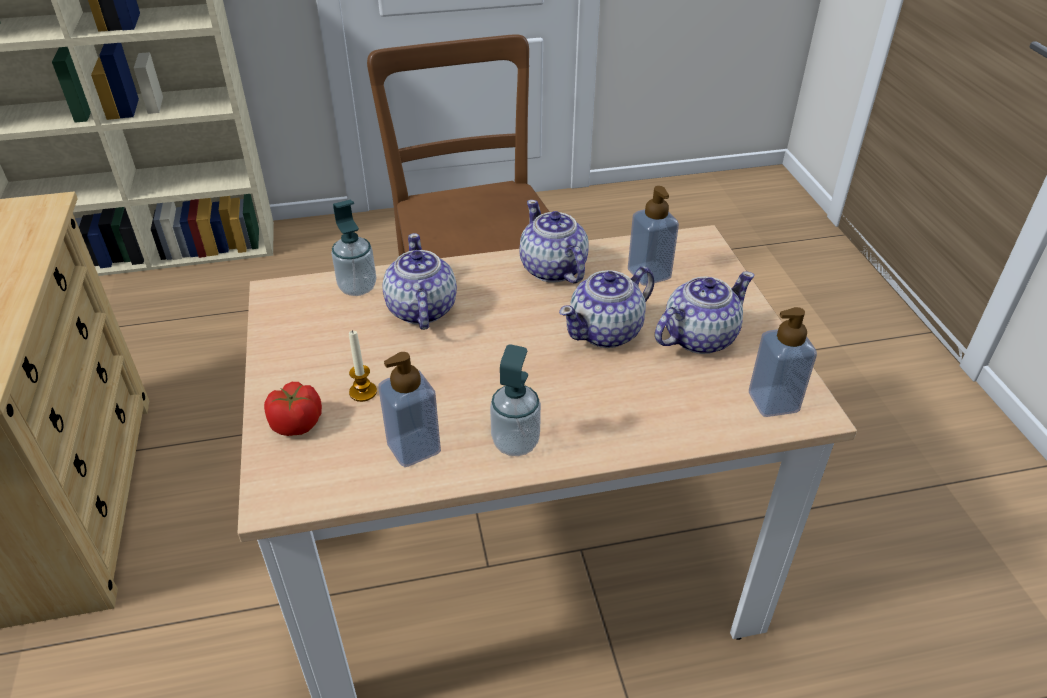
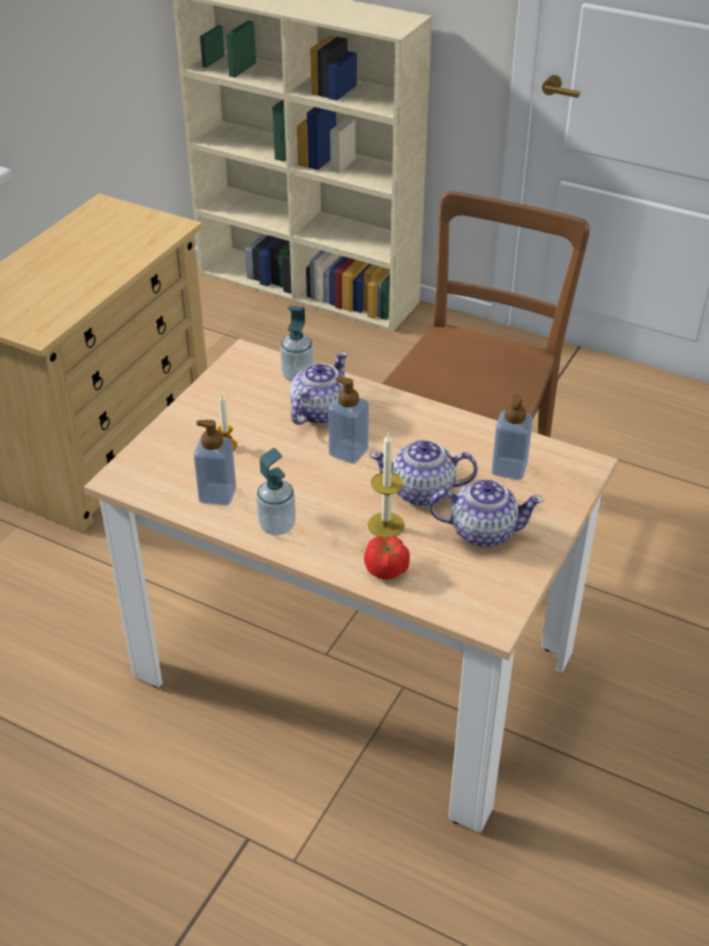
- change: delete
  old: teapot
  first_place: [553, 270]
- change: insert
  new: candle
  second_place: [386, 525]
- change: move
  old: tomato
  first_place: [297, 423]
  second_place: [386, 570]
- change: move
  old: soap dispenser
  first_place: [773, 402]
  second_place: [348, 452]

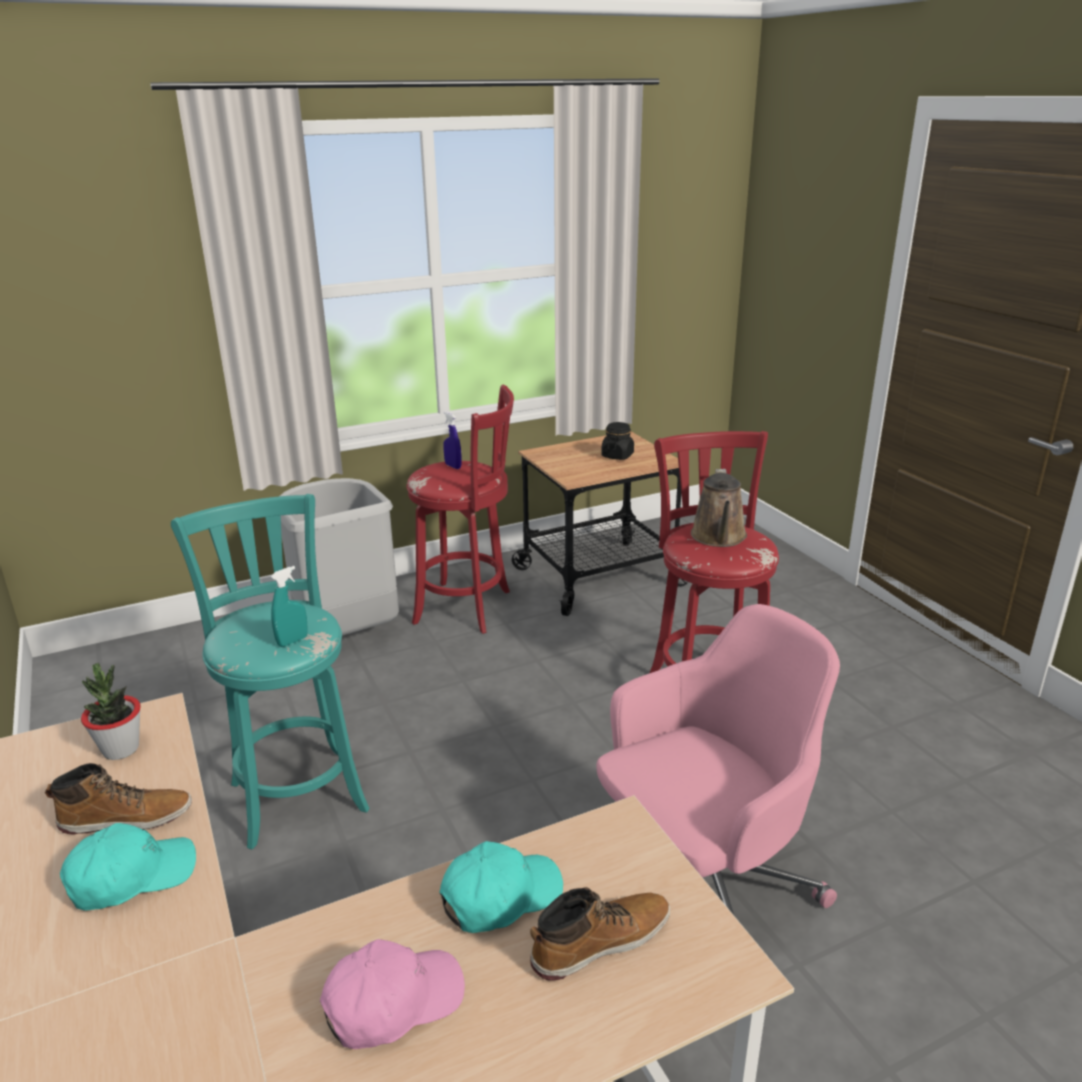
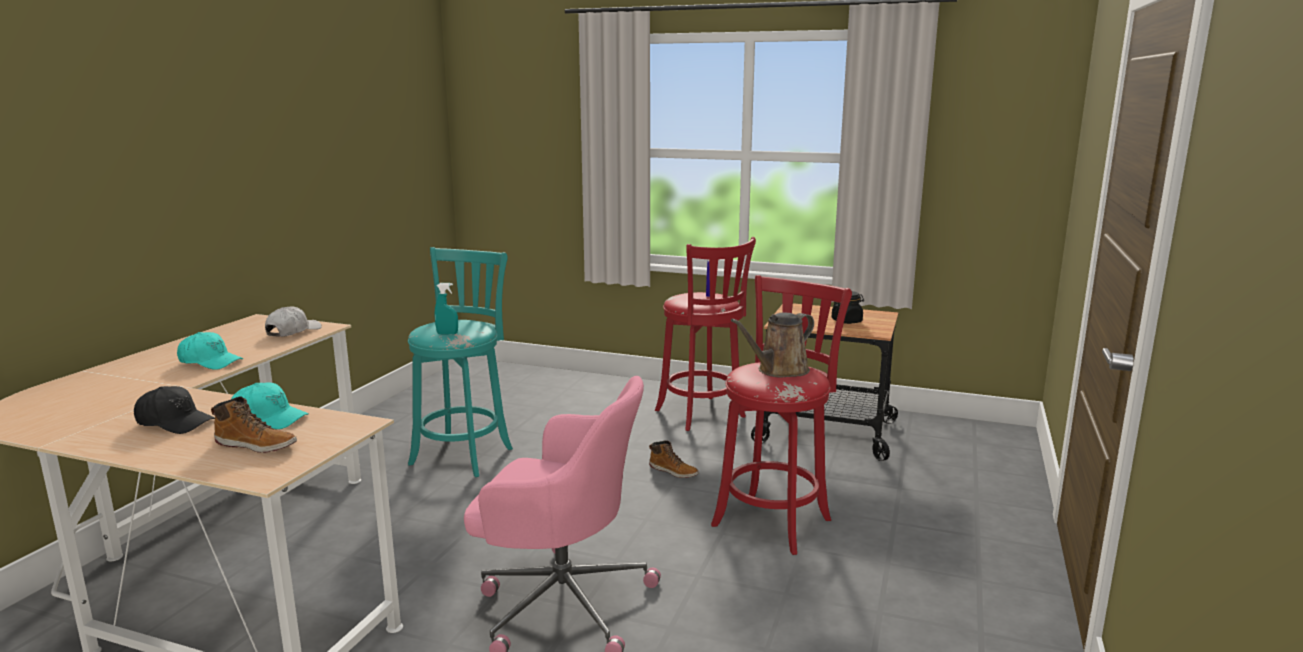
- change: delete
  old: grey trash can
  first_place: [346, 636]
- change: move
  old: boot
  first_place: [127, 817]
  second_place: [674, 471]
- change: replace
  old: potted plant
  new: white cap
  first_place: [121, 749]
  second_place: [293, 331]
- change: recolor
  old: pink cap
  new: black cap
  first_place: [393, 1002]
  second_place: [175, 422]

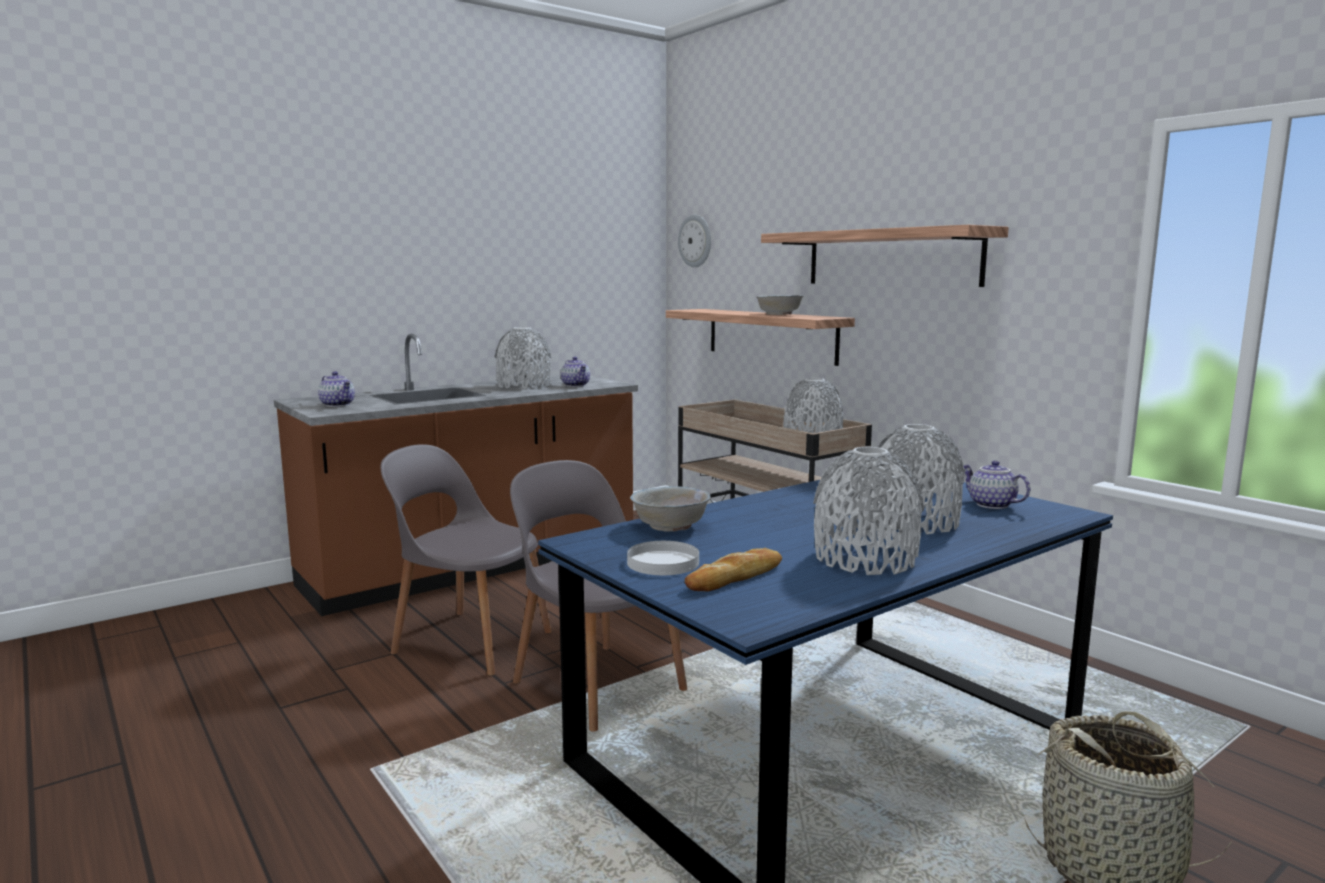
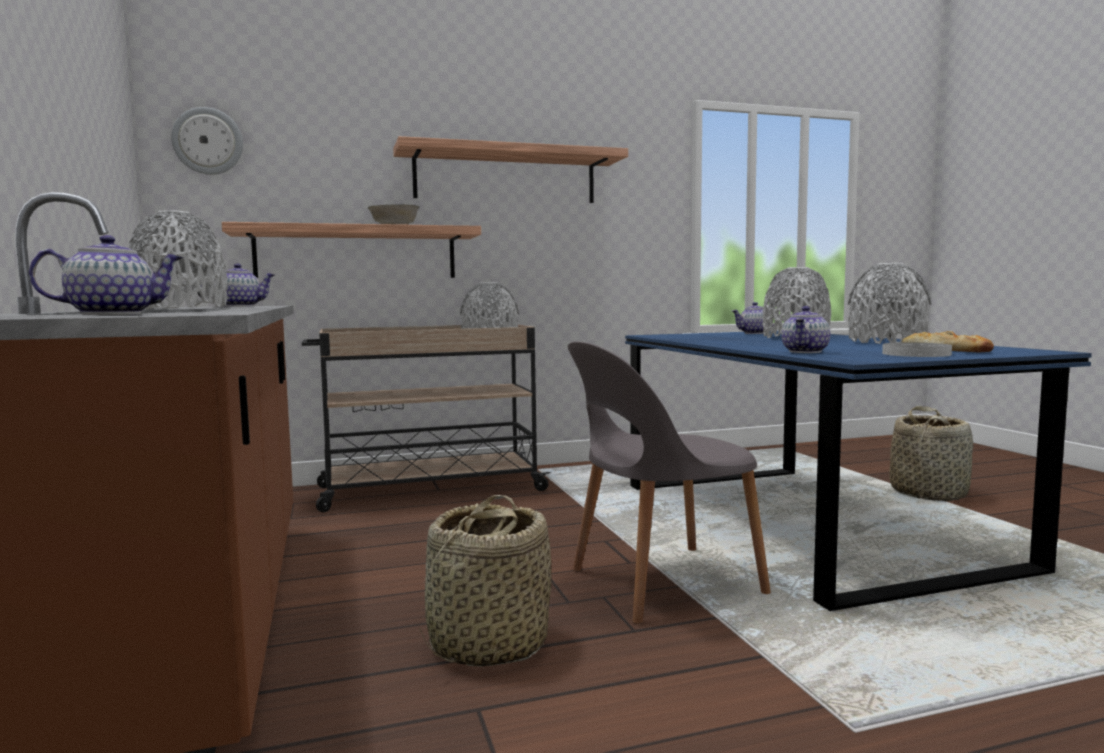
- change: replace
  old: grey chair
  new: basket
  first_place: [469, 641]
  second_place: [487, 644]
- change: replace
  old: white bowl
  new: teapot
  first_place: [671, 526]
  second_place: [806, 352]

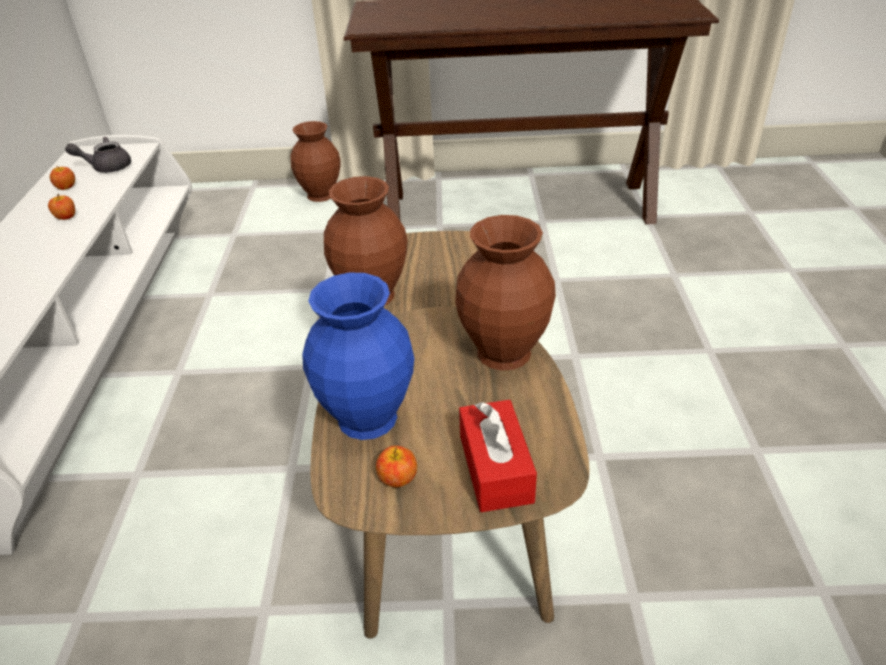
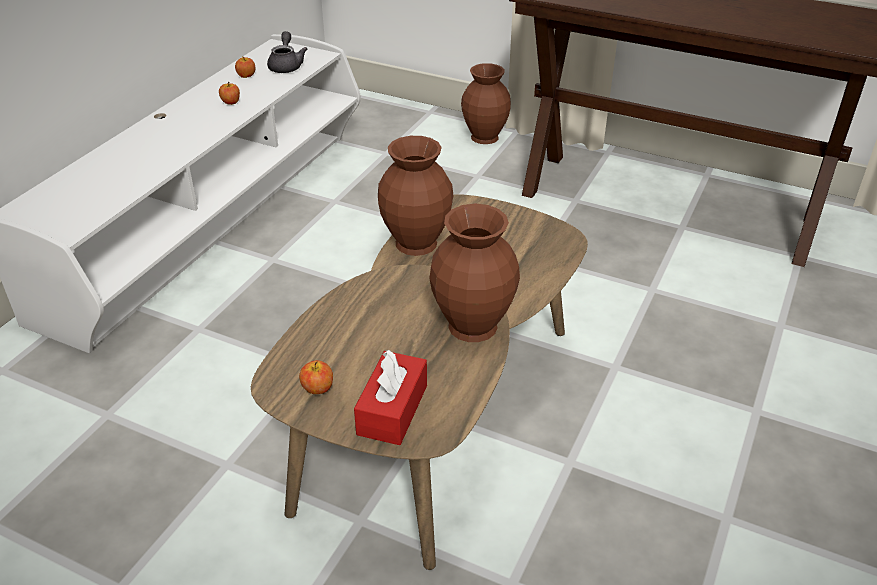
- change: delete
  old: blue vase
  first_place: [369, 419]
- change: rotate
  old: grey teapot
  first_place: [107, 167]
  second_place: [286, 66]
  degrees: 75

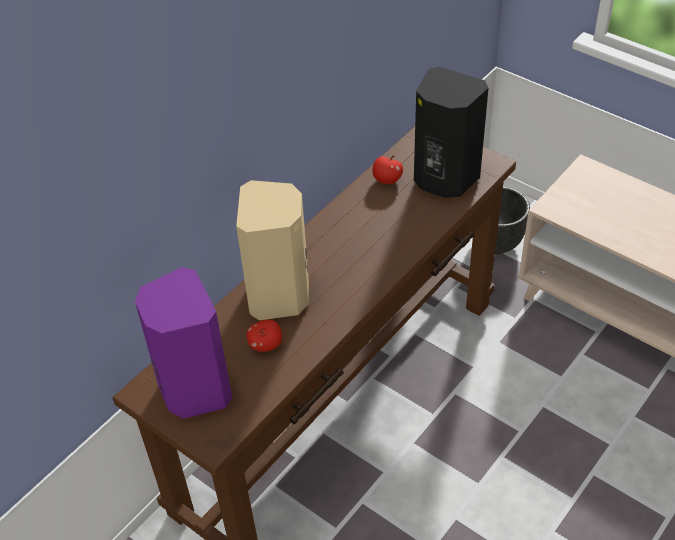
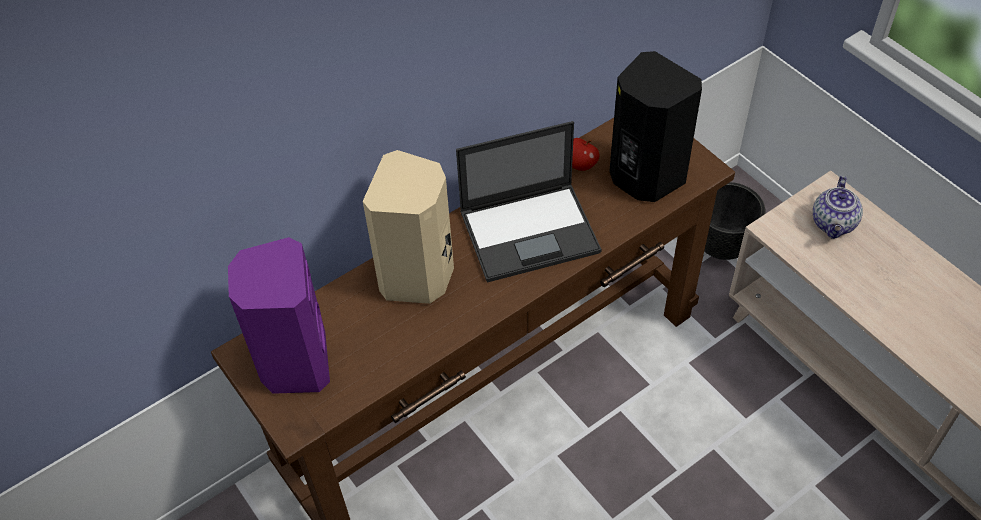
- change: delete
  old: apple
  first_place: [266, 345]
- change: insert
  new: laptop
  second_place: [531, 231]
- change: insert
  new: teapot
  second_place: [833, 224]

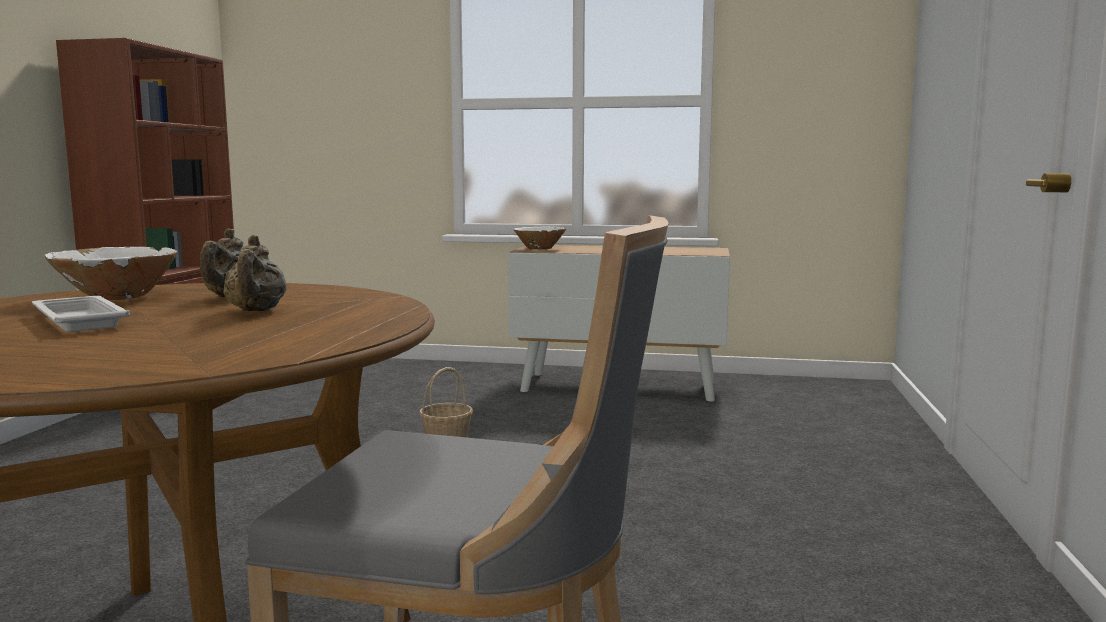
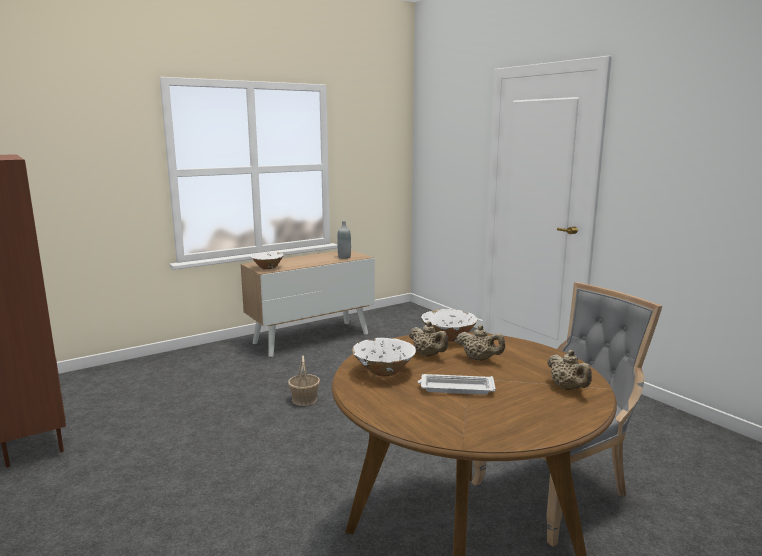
- change: insert
  new: grey bottle
  second_place: [344, 257]
- change: insert
  new: white bowl
  second_place: [448, 337]
- change: insert
  new: beige teapot
  second_place: [568, 388]

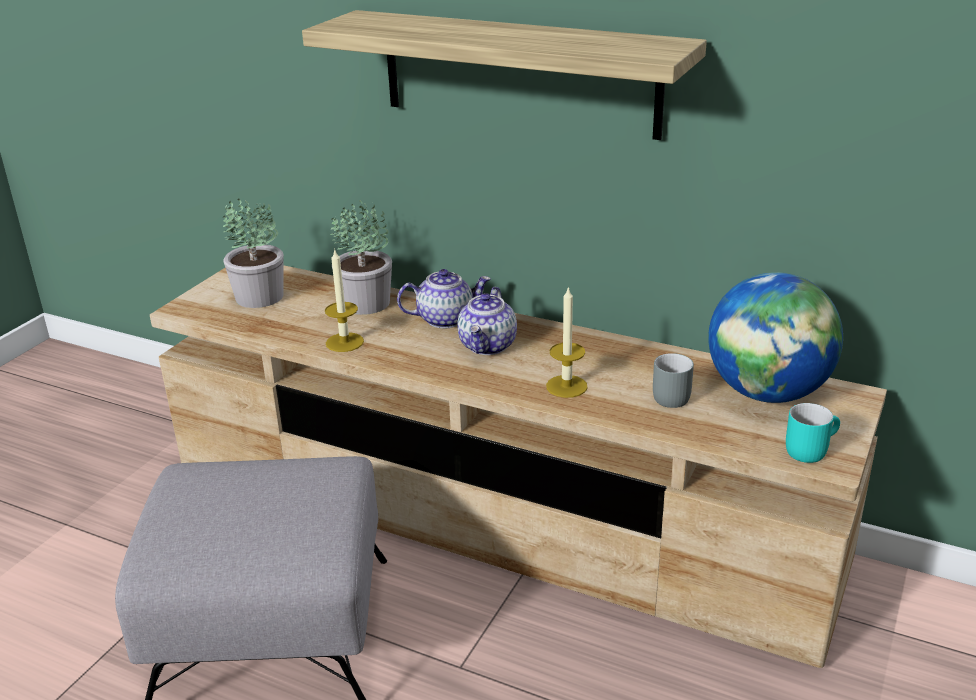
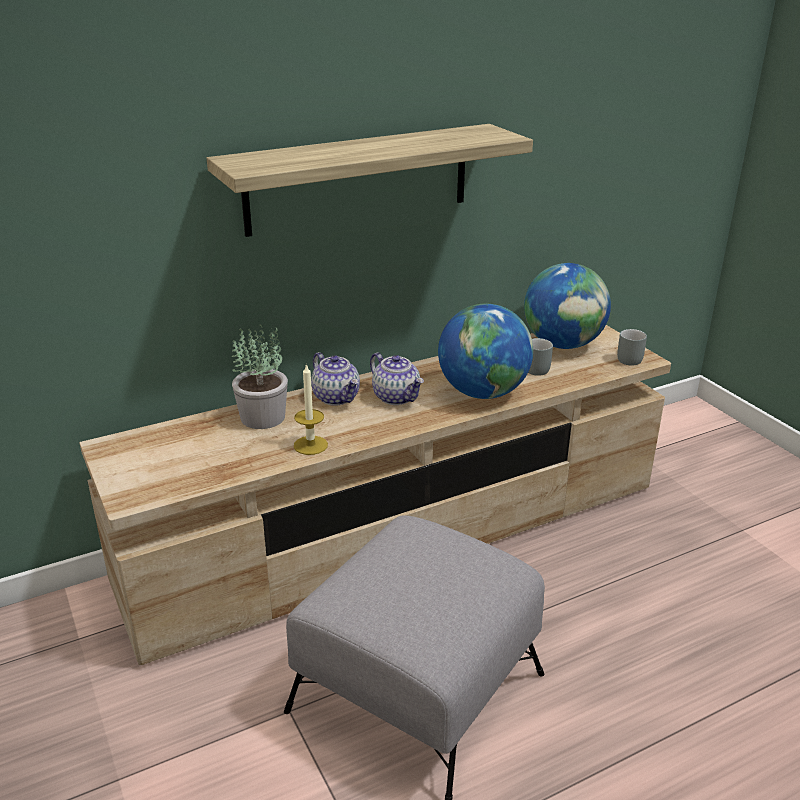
- change: delete
  old: potted plant
  first_place: [259, 297]
- change: replace
  old: candle
  new: globe
  first_place: [566, 386]
  second_place: [482, 392]
- change: recolor
  old: turquoise mug
  new: grey mug
  first_place: [808, 449]
  second_place: [627, 358]
- change: rotate
  old: teapot
  first_place: [446, 319]
  second_place: [337, 397]
  degrees: 120

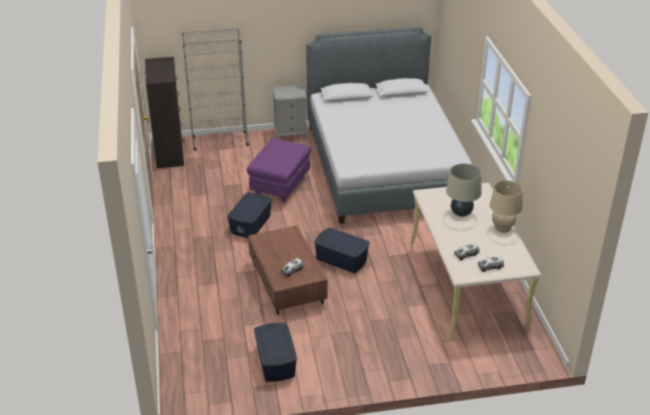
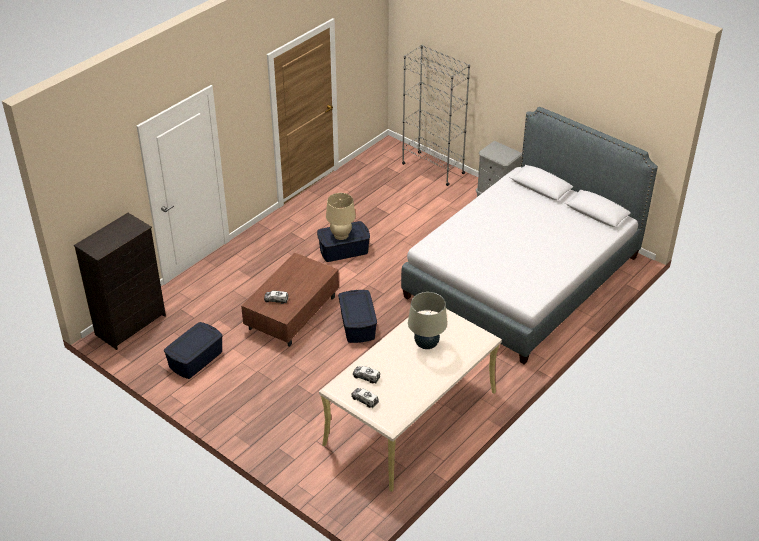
- change: delete
  old: purple ottoman
  first_place: [280, 186]
- change: move
  old: black dresser
  first_place: [170, 153]
  second_place: [131, 325]
- change: move
  old: beige table lamp
  first_place: [502, 227]
  second_place: [341, 235]

